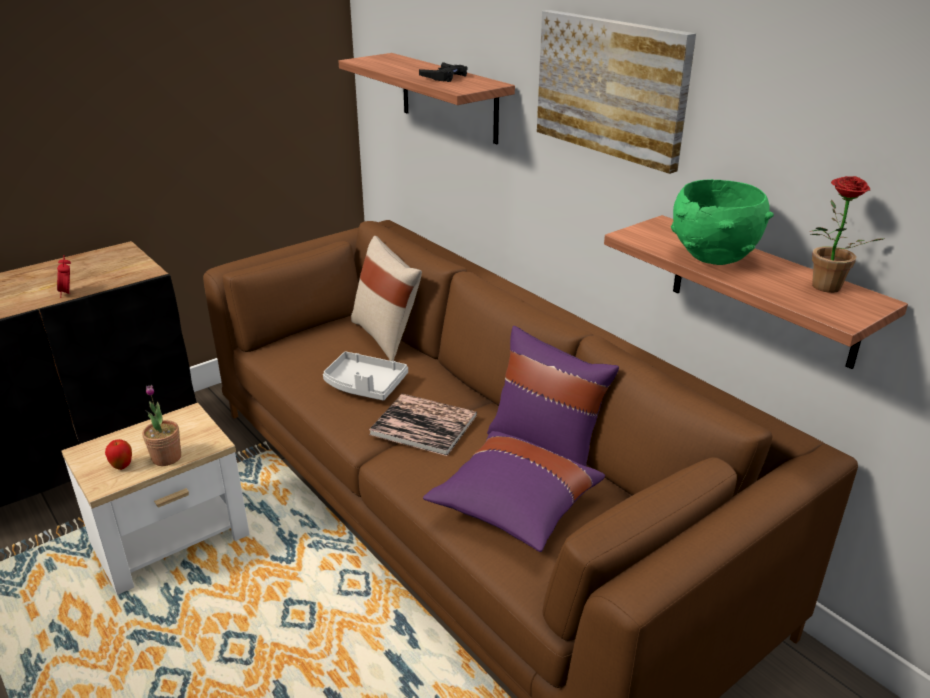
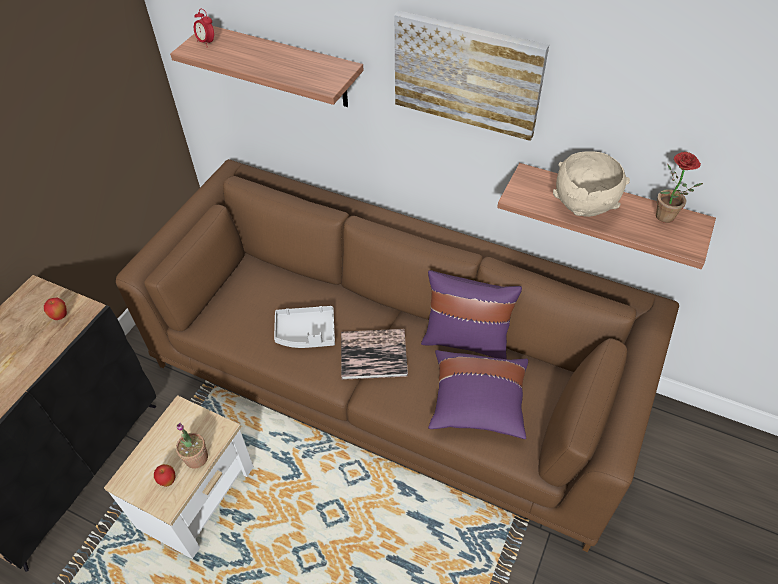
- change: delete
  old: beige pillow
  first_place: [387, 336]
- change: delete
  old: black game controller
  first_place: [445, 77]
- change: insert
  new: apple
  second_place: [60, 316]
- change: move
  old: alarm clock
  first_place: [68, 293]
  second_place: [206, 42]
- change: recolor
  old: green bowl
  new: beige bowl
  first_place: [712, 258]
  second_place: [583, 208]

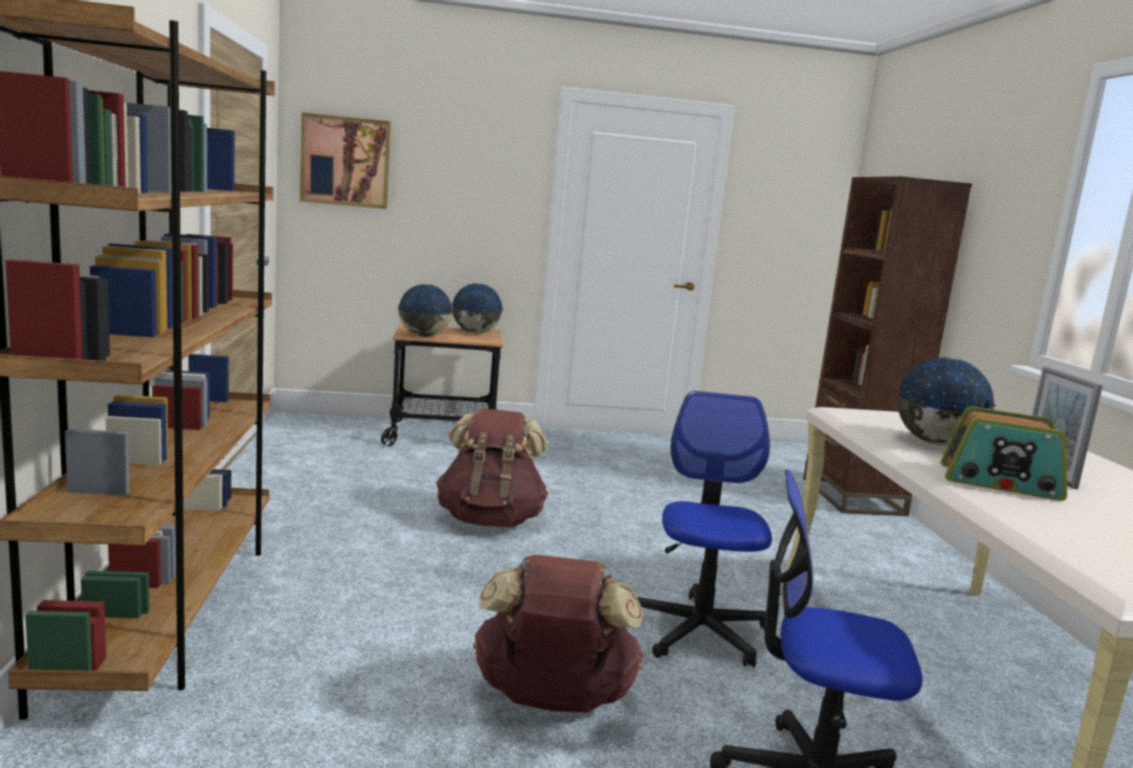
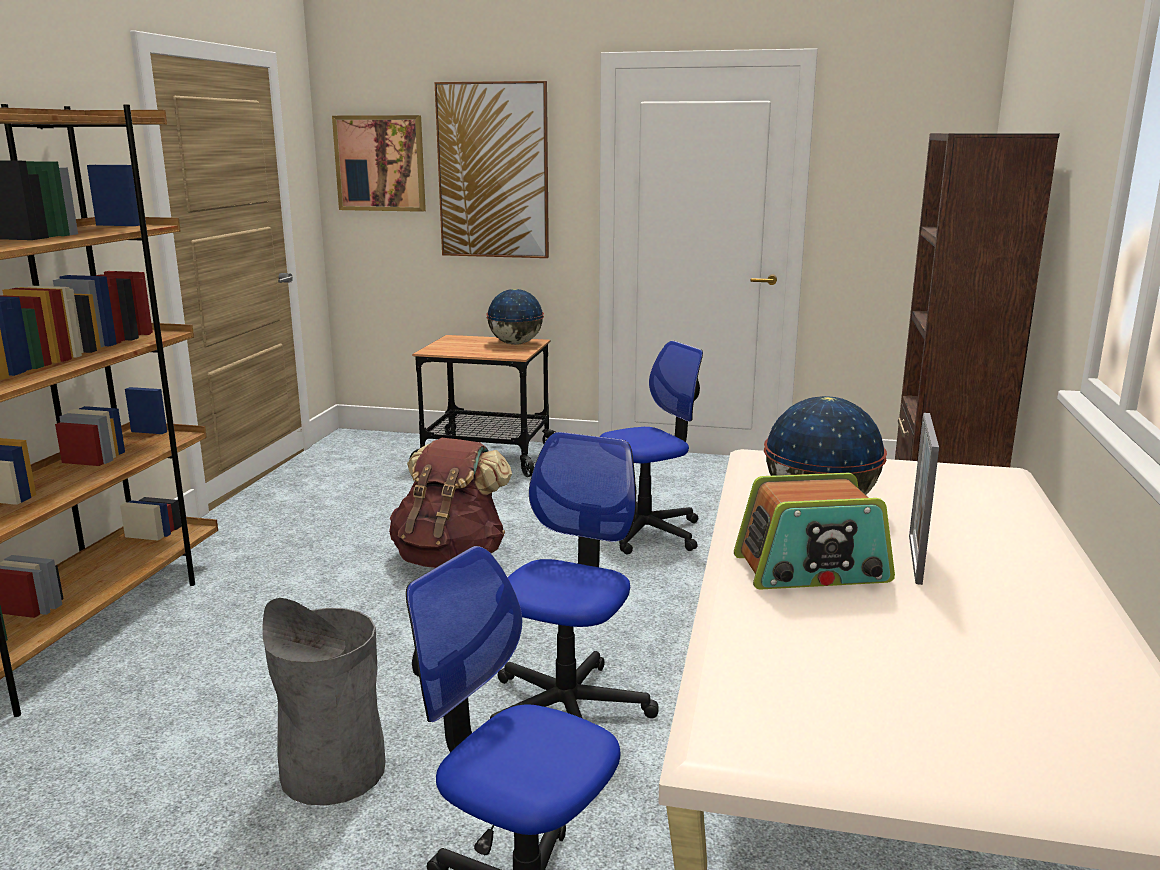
- change: delete
  old: globe
  first_place: [424, 336]
- change: insert
  new: picture
  second_place: [493, 171]
- change: insert
  new: office chair
  second_place: [646, 532]
- change: replace
  old: brown backpack
  new: grey trash can
  first_place: [552, 701]
  second_place: [333, 771]
- change: rotate
  old: radio
  first_place: [1000, 482]
  second_place: [812, 570]
  degrees: -45

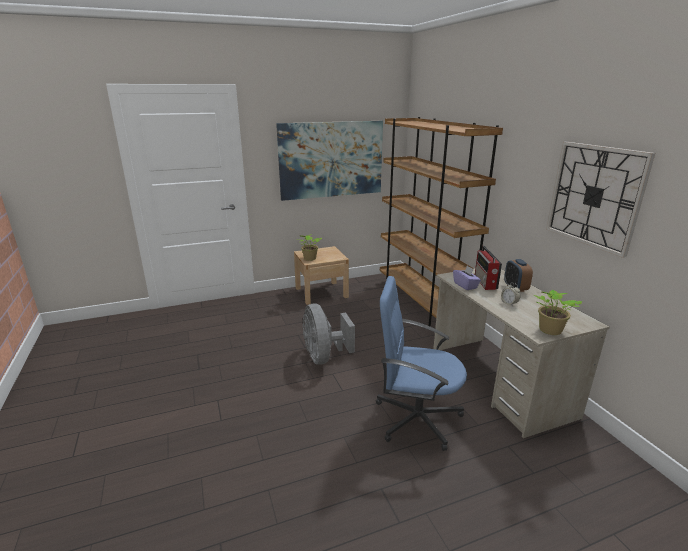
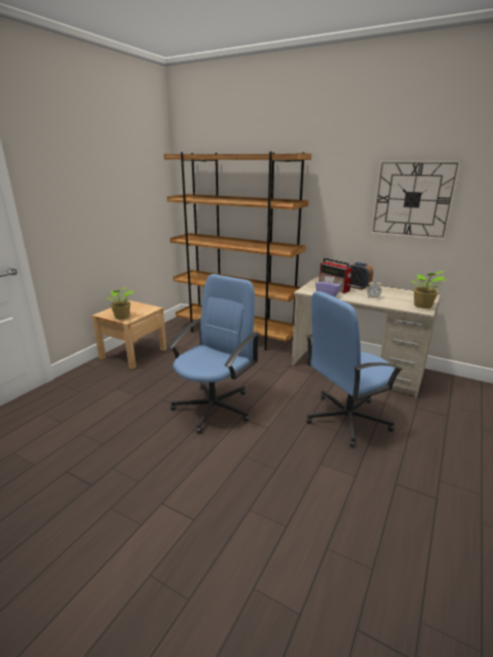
- change: delete
  old: picture
  first_place: [331, 159]
- change: replace
  old: grey fan
  new: blue office chair
  first_place: [324, 356]
  second_place: [214, 407]

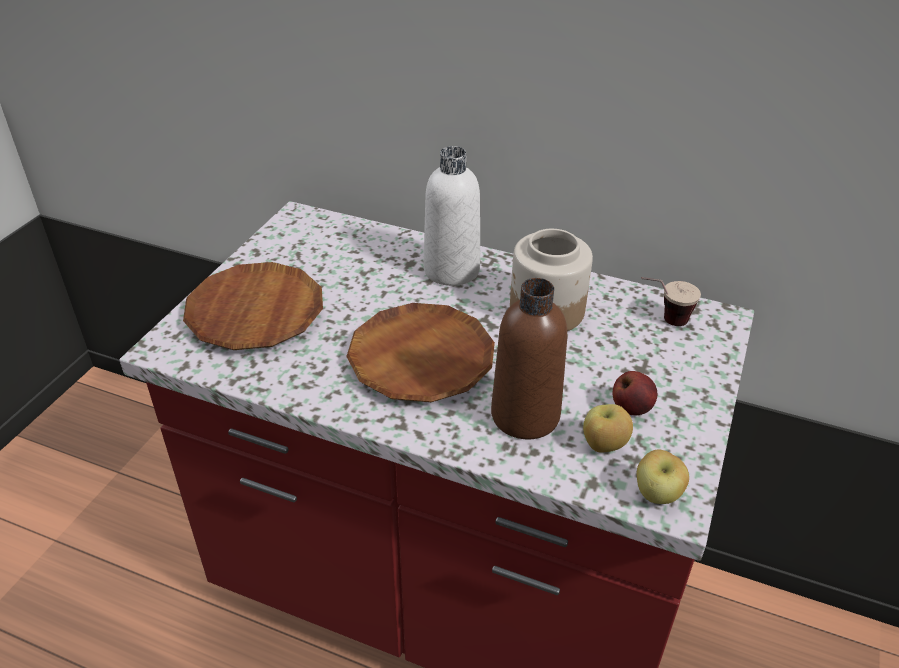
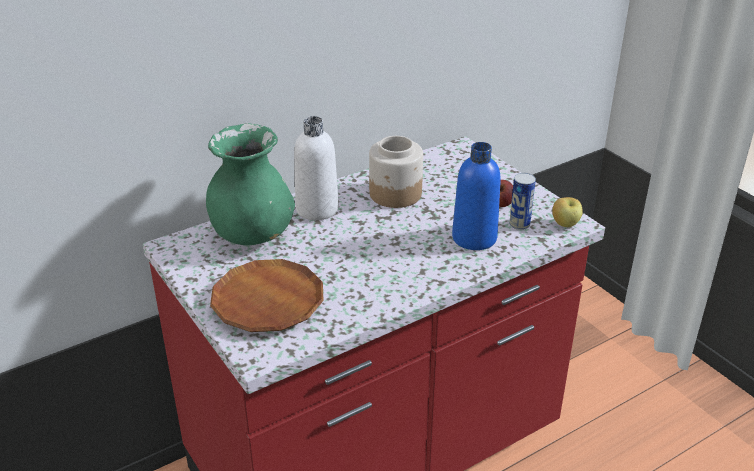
- change: delete
  old: brown plate
  first_place: [421, 359]
- change: delete
  old: cup
  first_place: [662, 321]
- change: insert
  new: green vase
  second_place: [252, 235]
- change: replace
  old: apple
  new: can
  first_place: [603, 446]
  second_place: [519, 224]
- change: recolor
  old: brown bottle
  new: blue bottle
  first_place: [525, 415]
  second_place: [474, 238]

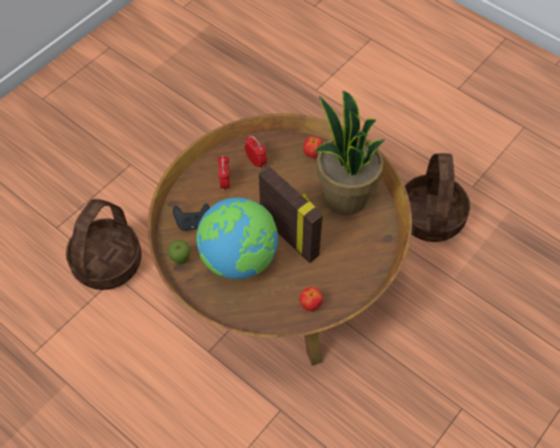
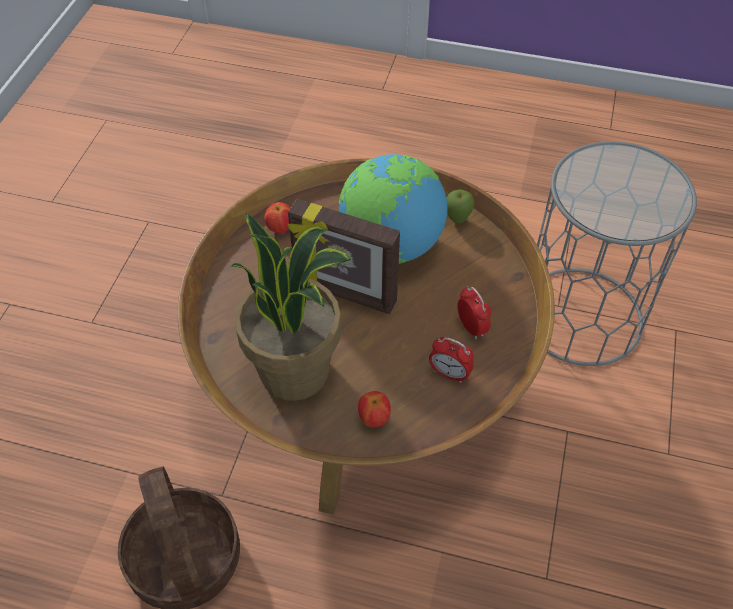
- change: delete
  old: black game controller
  first_place: [193, 223]
- change: replace
  old: basket
  new: grey side table
  first_place: [107, 262]
  second_place: [581, 316]

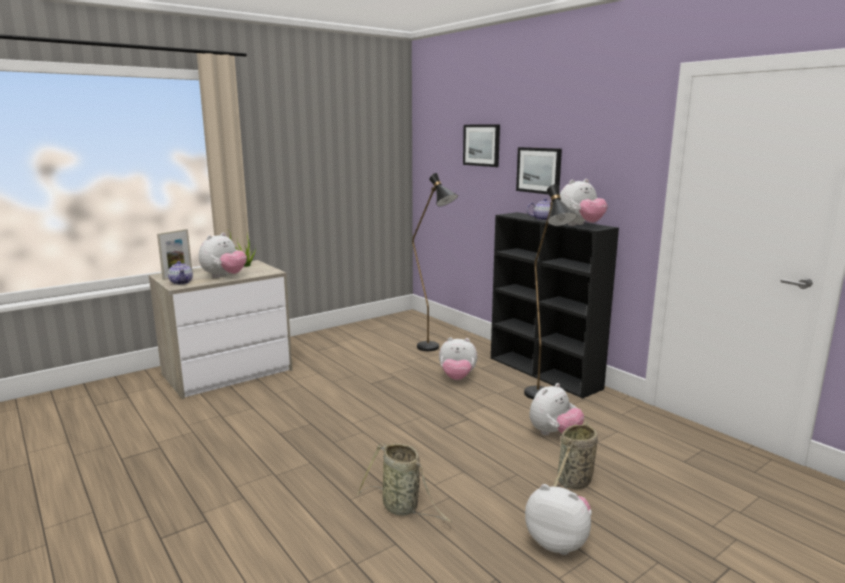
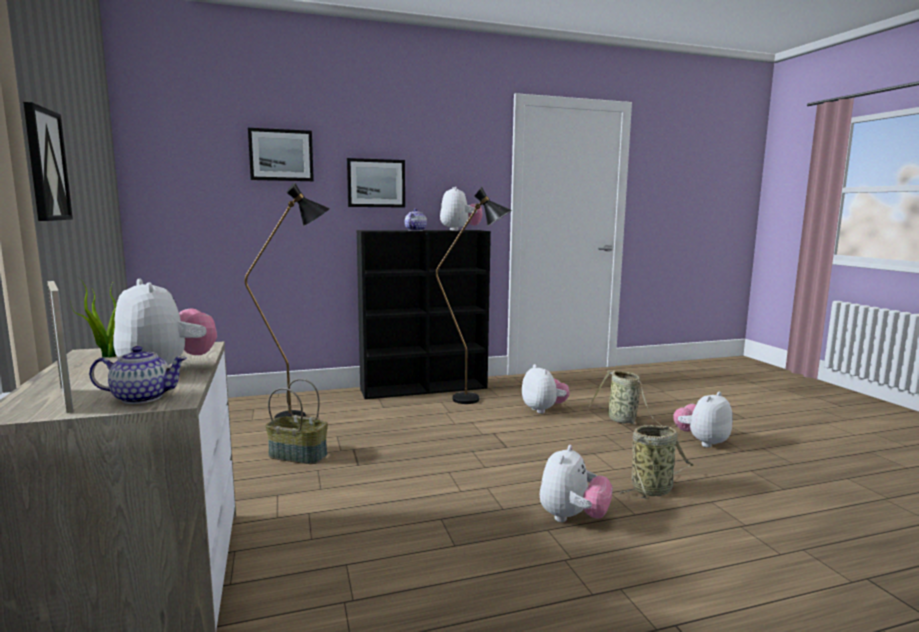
- change: insert
  new: picture
  second_place: [46, 165]
- change: insert
  new: basket
  second_place: [299, 455]
- change: move
  old: plush toy
  first_place: [457, 378]
  second_place: [572, 518]

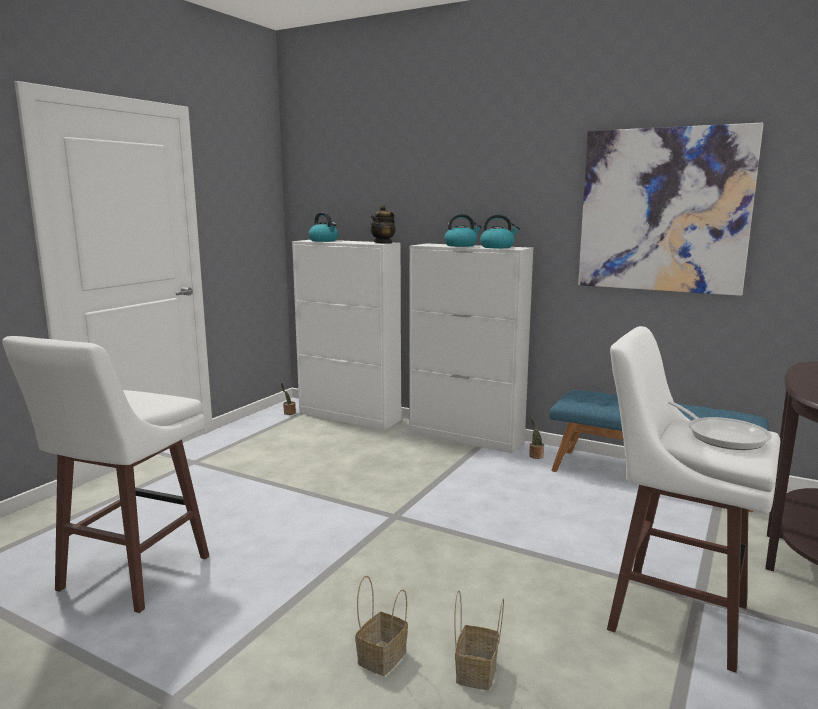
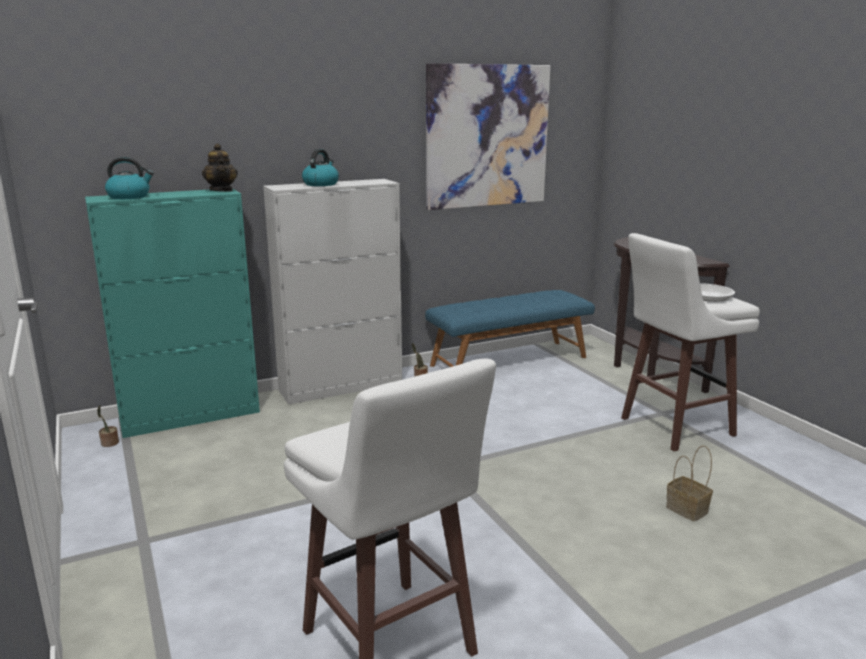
- change: delete
  old: basket
  first_place: [382, 659]
- change: delete
  old: kettle
  first_place: [497, 247]
- change: recolor
  old: white cabinet
  new: turquoise cabinet
  first_place: [349, 416]
  second_place: [191, 416]

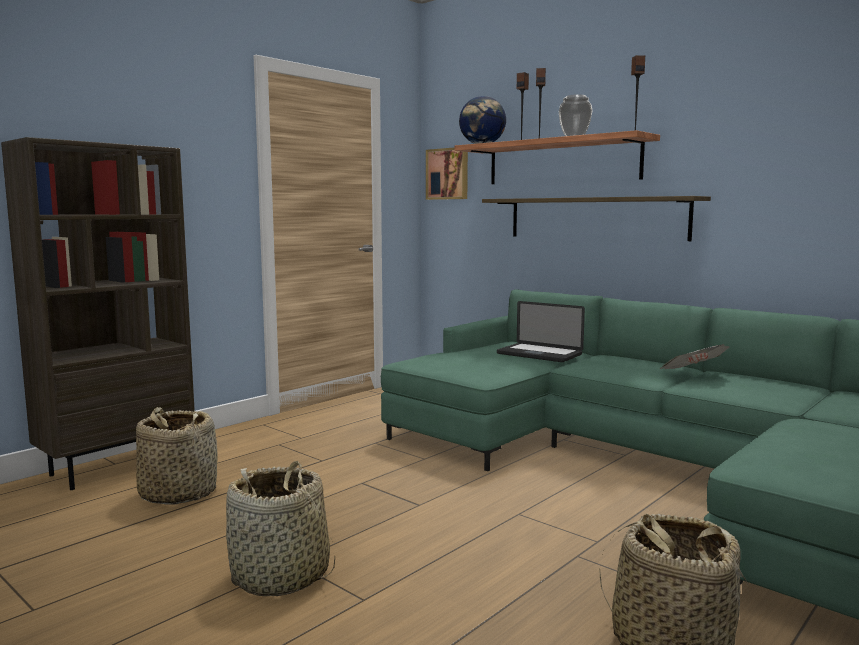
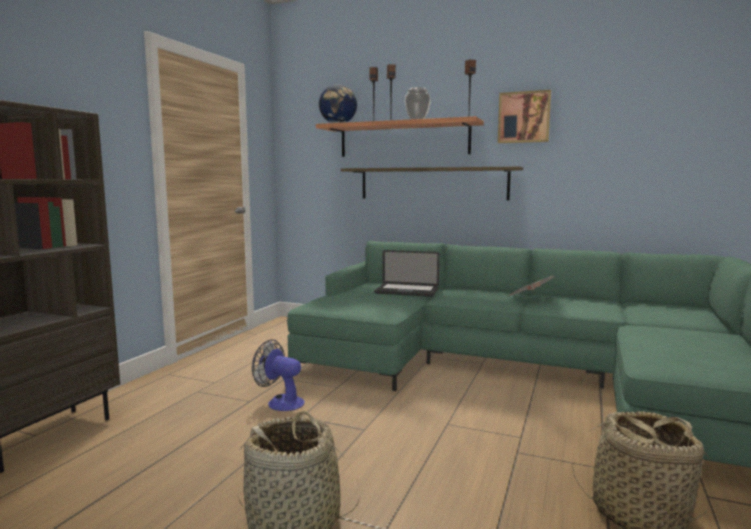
- change: delete
  old: basket
  first_place: [178, 493]
- change: insert
  new: fan
  second_place: [280, 402]
- change: move
  old: picture
  first_place: [448, 174]
  second_place: [524, 117]

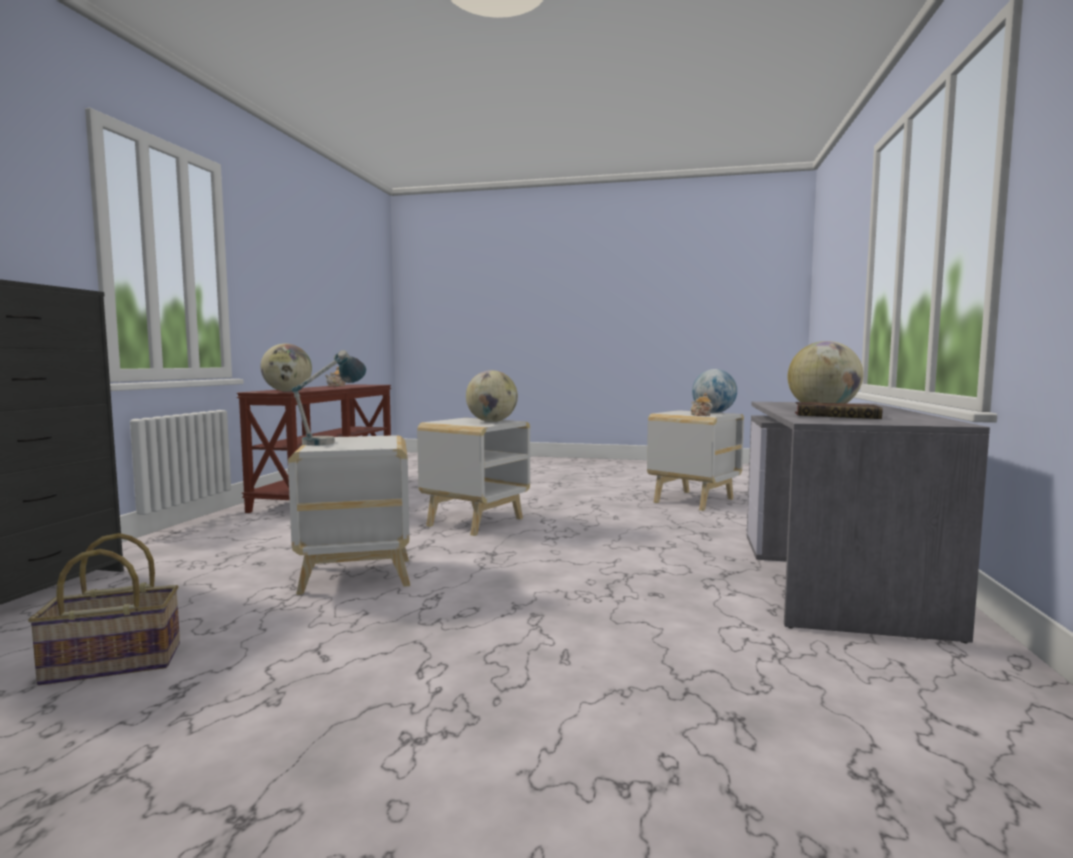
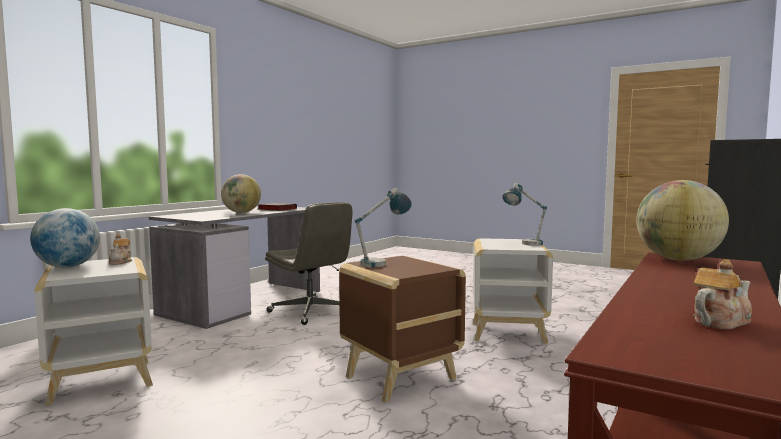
- change: delete
  old: basket
  first_place: [112, 664]
- change: insert
  new: grey office chair
  second_place: [311, 312]
- change: replace
  old: globe
  new: table lamp
  first_place: [492, 421]
  second_place: [383, 263]
- change: recolor
  old: white side table
  new: brown side table
  first_place: [476, 521]
  second_place: [399, 378]

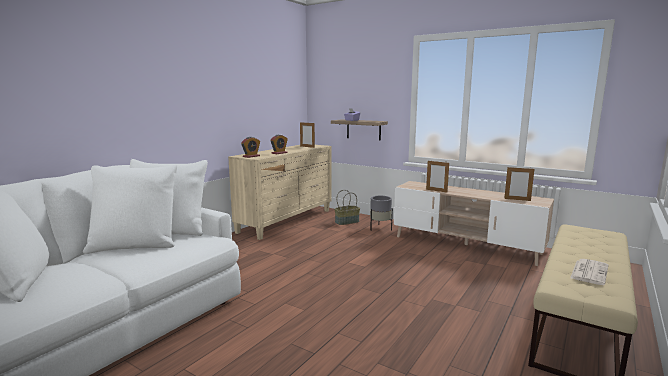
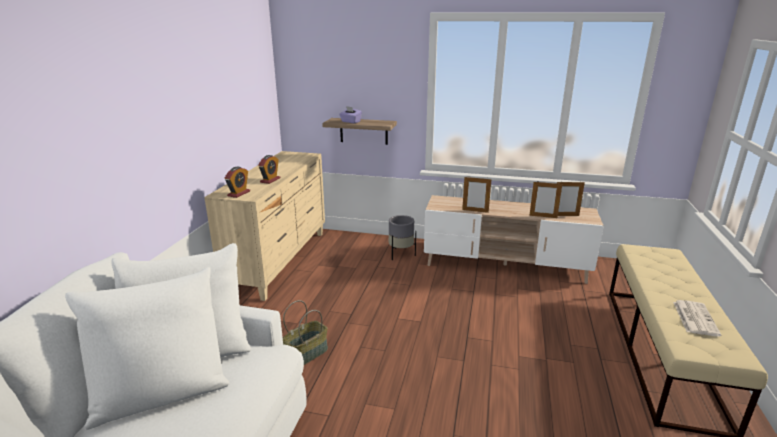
- change: move
  old: picture frame
  first_place: [307, 147]
  second_place: [543, 216]
- change: move
  old: basket
  first_place: [347, 222]
  second_place: [306, 353]

